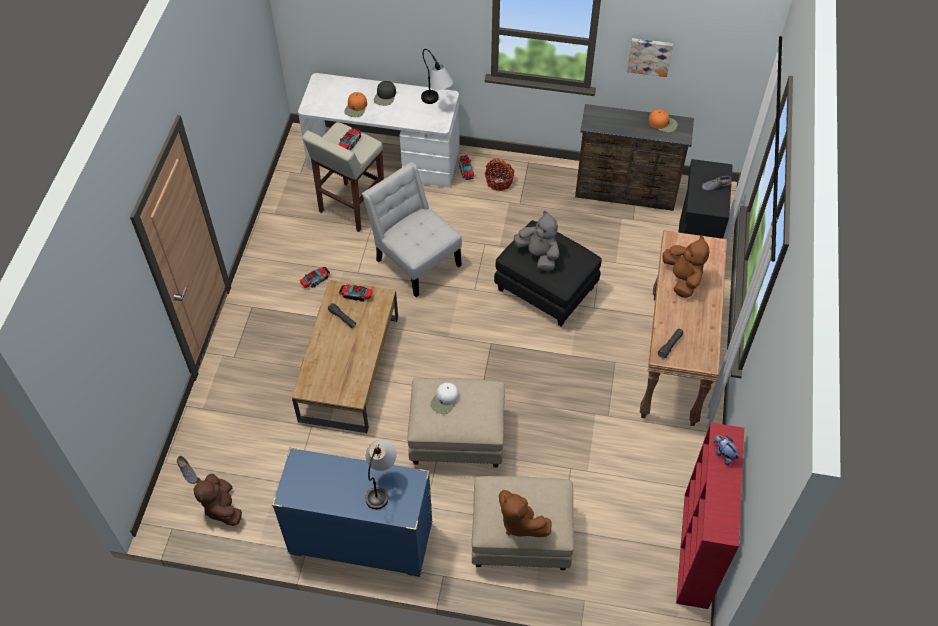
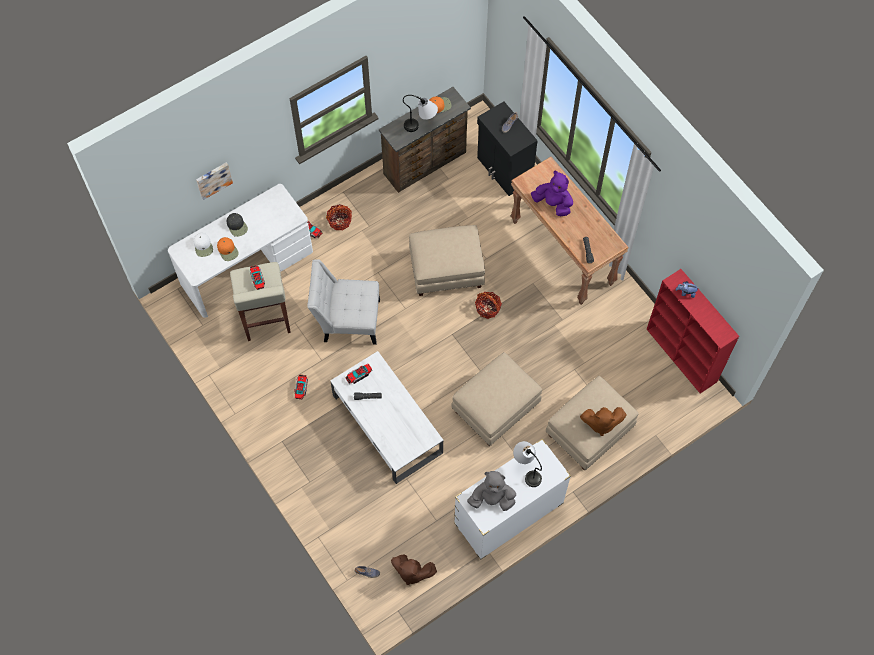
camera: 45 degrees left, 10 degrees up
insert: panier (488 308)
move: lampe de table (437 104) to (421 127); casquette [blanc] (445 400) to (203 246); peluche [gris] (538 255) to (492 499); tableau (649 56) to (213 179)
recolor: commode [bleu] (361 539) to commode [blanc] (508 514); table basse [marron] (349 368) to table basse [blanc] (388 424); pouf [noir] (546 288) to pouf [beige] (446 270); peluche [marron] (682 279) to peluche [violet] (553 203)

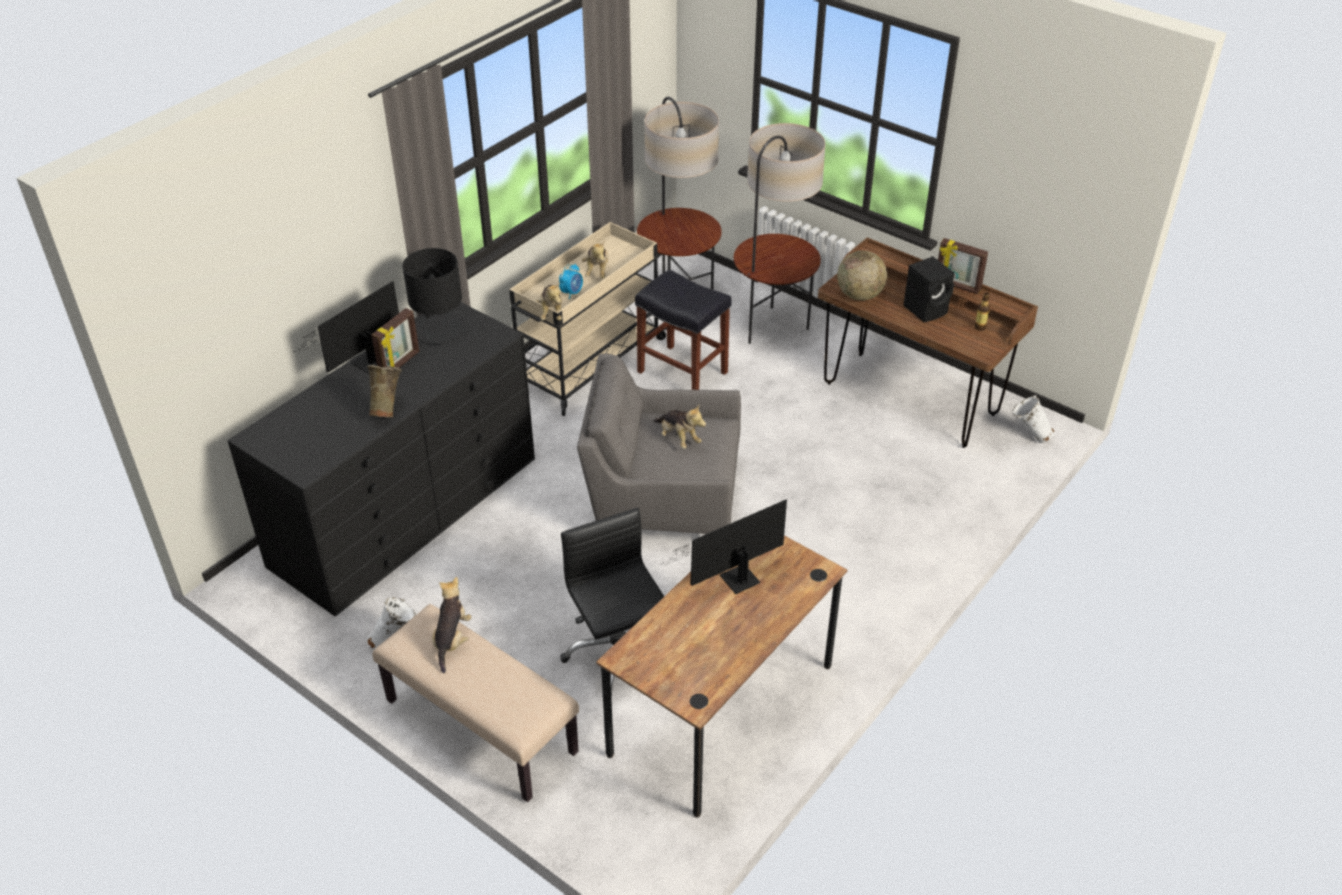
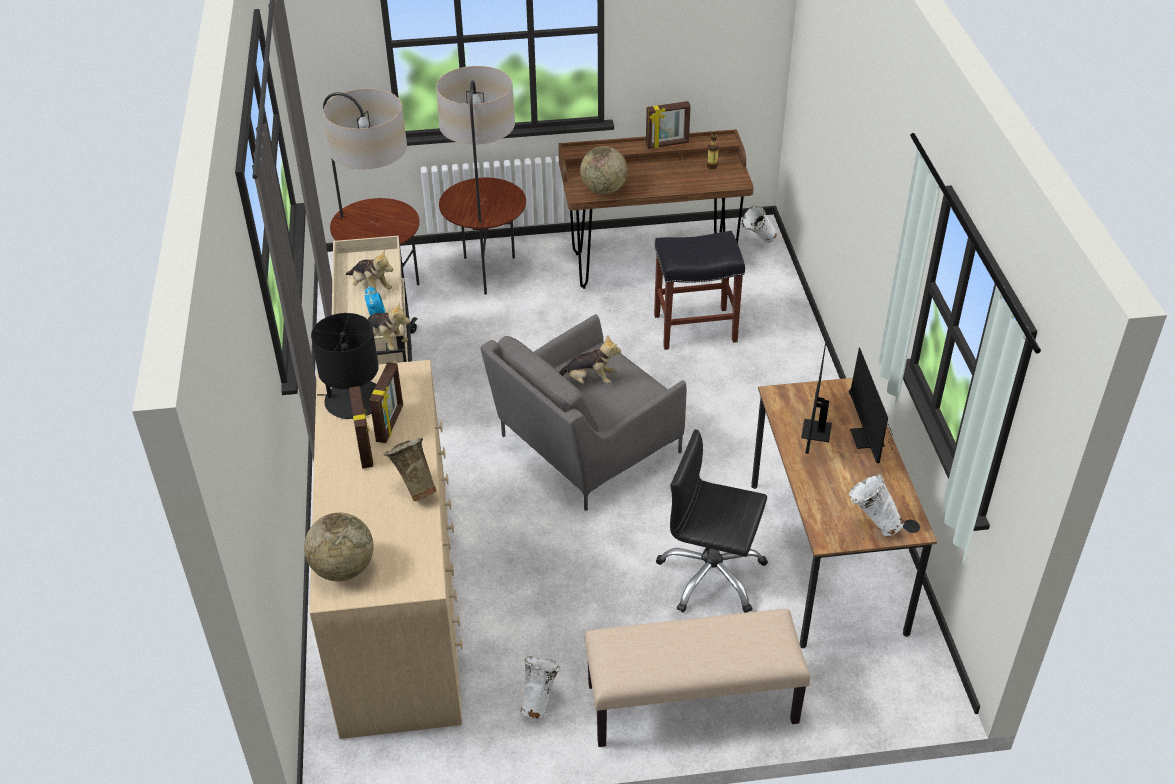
camera: 45 degrees left, 0 degrees up
delete: peluche (452 640); enceinte [noir] (926 309)
insert: globe (343 569); cadre photo (390 424); vase [blanc] (871 526)
move: écran d'ordinateur (365 364) to (867 441); tabouret [noir] (681 372) to (694 329)
recolor: commode [noir] (406 511) to commode [beige] (397 601)

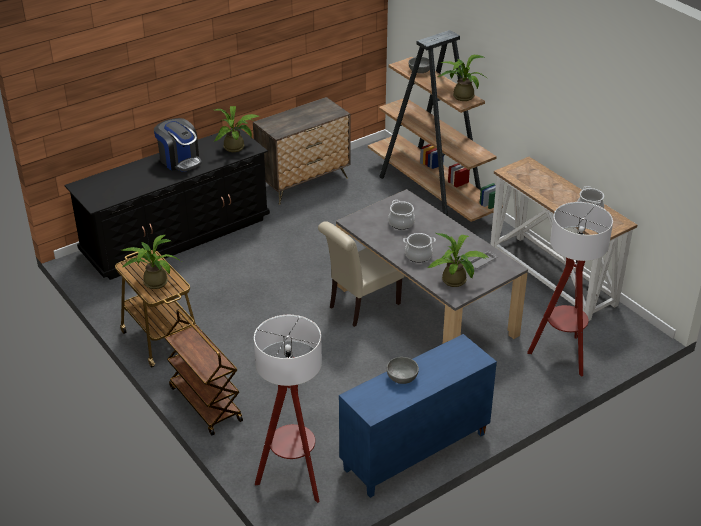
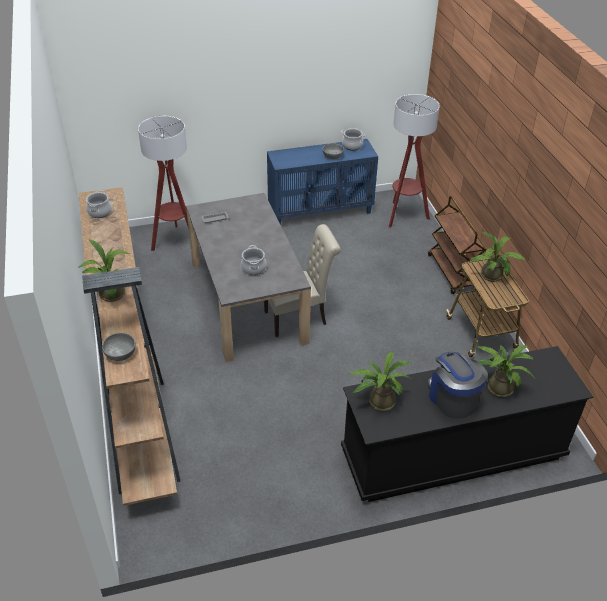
camera: 160 degrees left, 5 degrees up
delete: commode (304 182)
move: marmite (418 255) to (352 146); plante en pot (457 282) to (497 386)

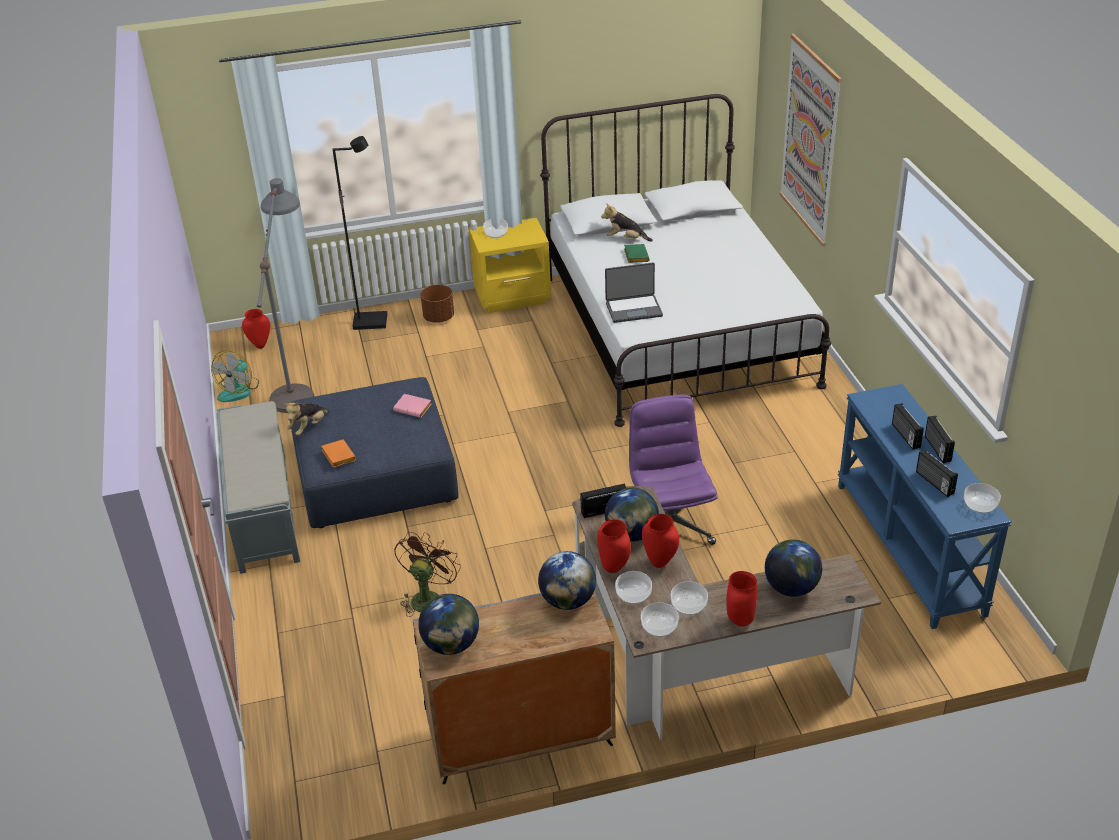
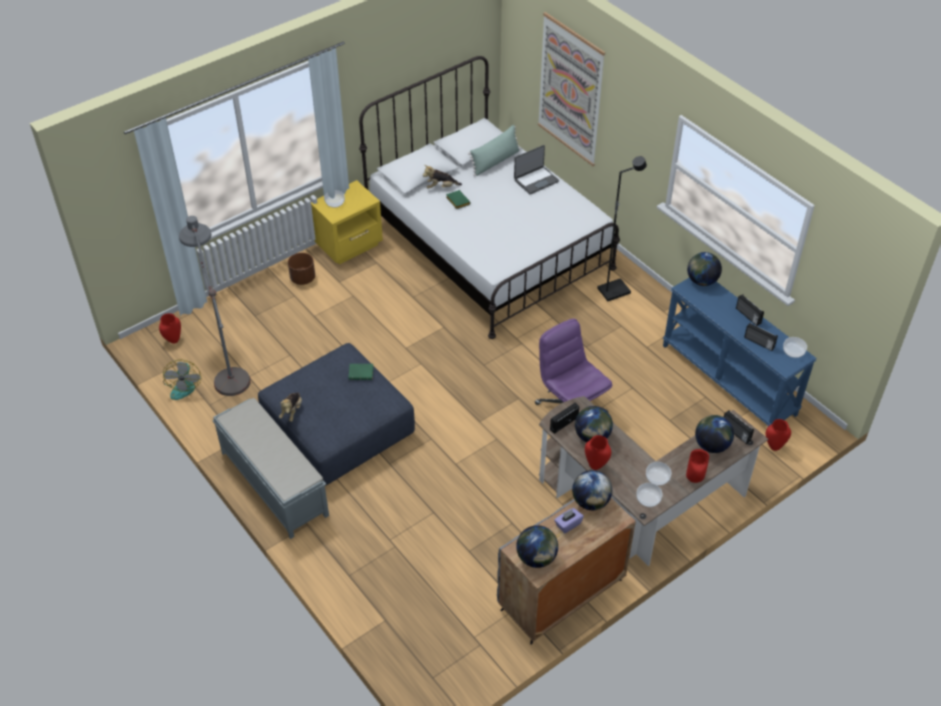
camera: 25 degrees left, 10 degrees up
delete: livre [orange] (337 456); ventilateur [marron] (428 597); bol (633 595)
insert: coussin [vert] (495 161); boîte à mouchoirs [violet] (568 524); globe (701 281)
move: lampadaire [noir] (371 322) to (613 290); ordinateur portable (633 309) to (535 180); vase [rouge] (659 563) to (774 447); radio (905 436) to (735 433)
recolor: livre [rose] (414 408) to livre [vert] (362 373)

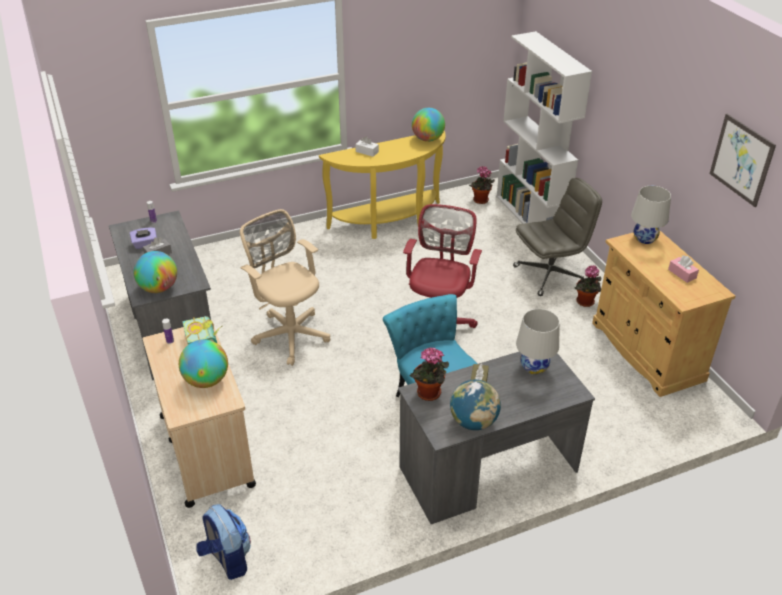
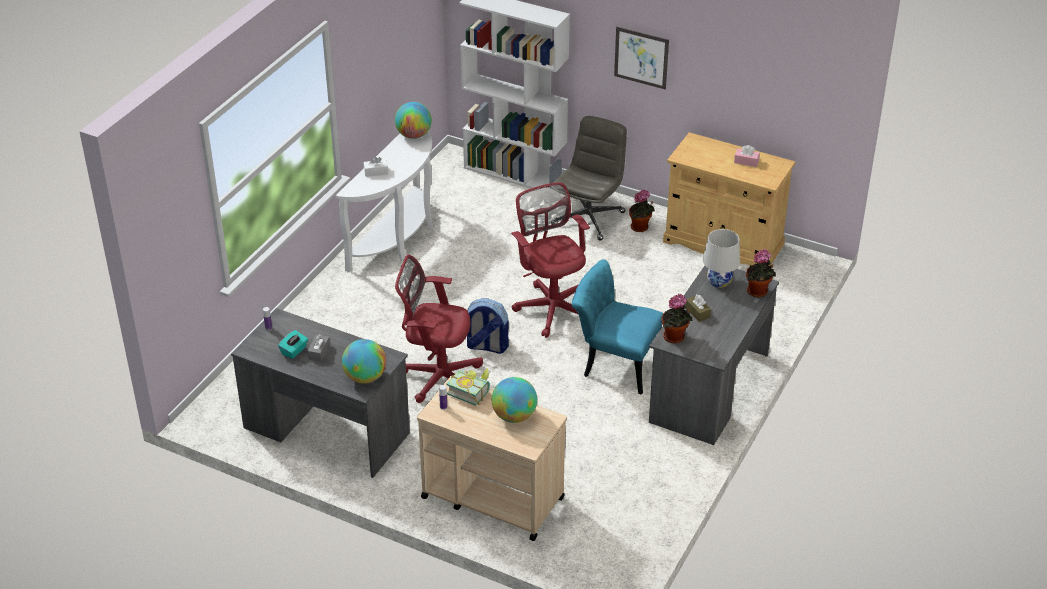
camera: 40 degrees left, 0 degrees up
delete: globe (473 422); lampe de table [blanc] (645 238)
move: sac à dos (227 559) to (486 346); plante en pot (480 201) to (758 292); tableau (741 160) to (641 57)
recolor: boîte à mouchoirs [violet] (145 244) to boîte à mouchoirs [turquoise] (294 351); chaise de bureau [beige] (289 333) to chaise de bureau [rouge] (438 378); table console [jaune] (389 223) to table console [blanc] (398 238)

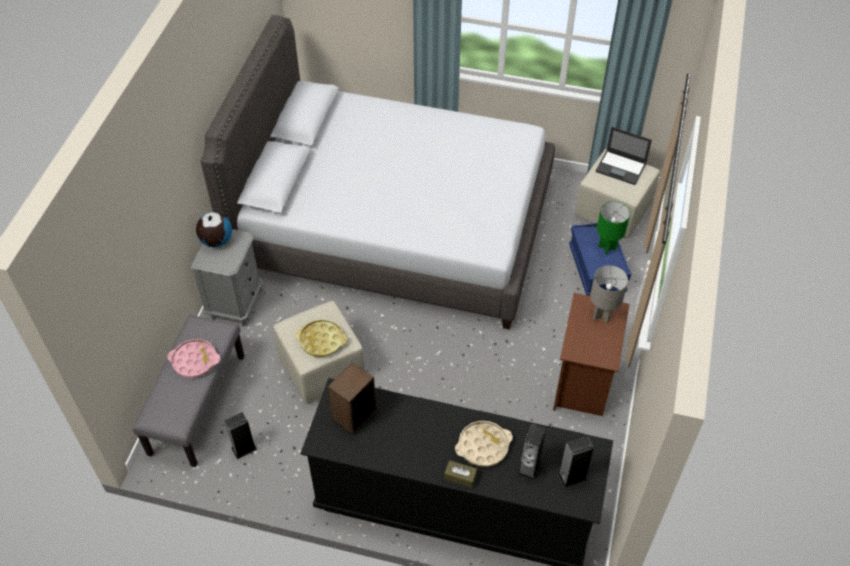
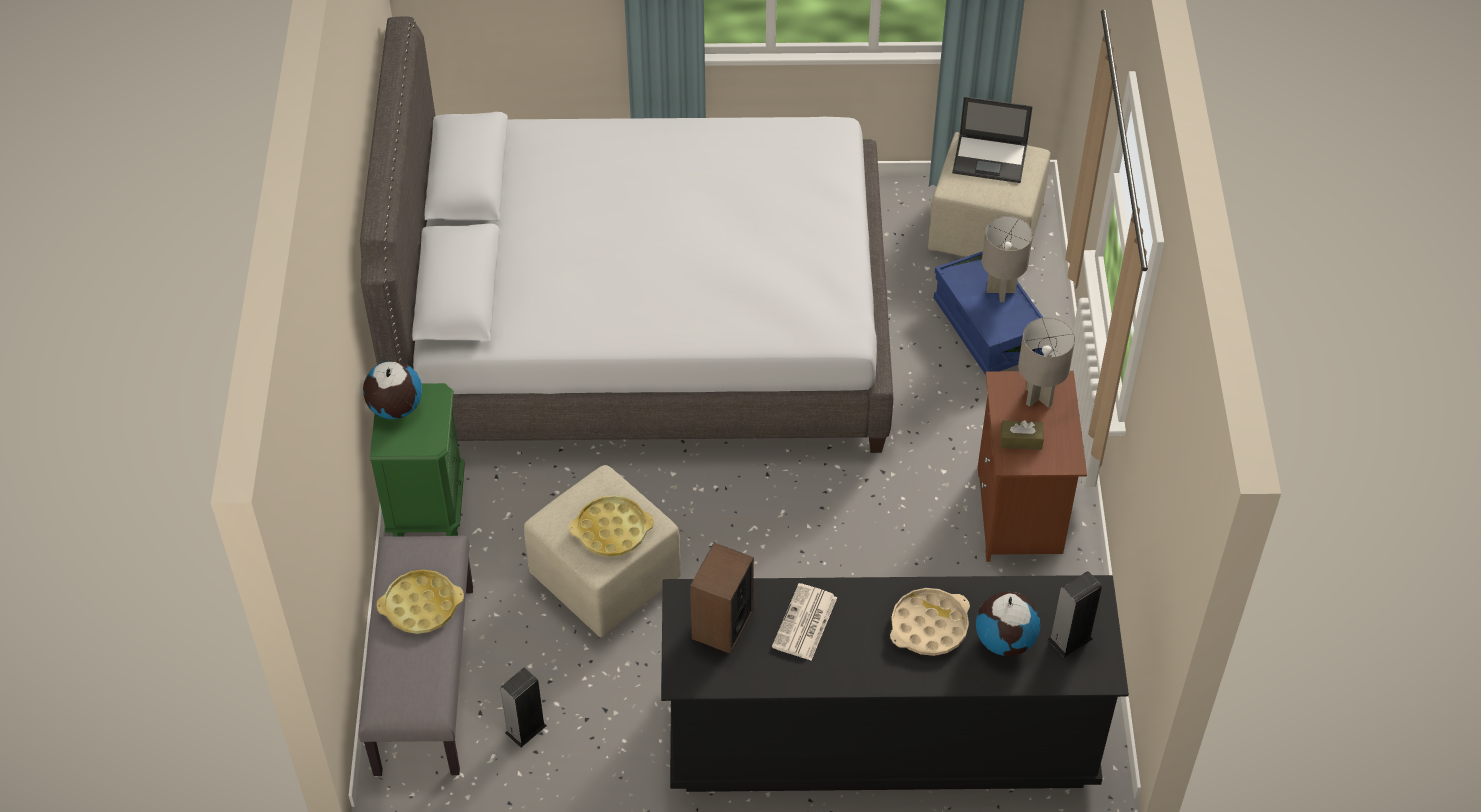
camera: 15 degrees left, 0 degrees up
insert: journal (805 623)
move: boîte à mouchoirs [marron] (460 477) to (1021 440)
replace: enceinte (529 467) to globe (1005 640)
recolor: plateau [rose] (195 361) to plateau [jaune] (421 606); table de chevet [gris] (236 303) to table de chevet [vert] (427 506); lampe de table [vert] (607 247) to lampe de table [gris] (1000 291)

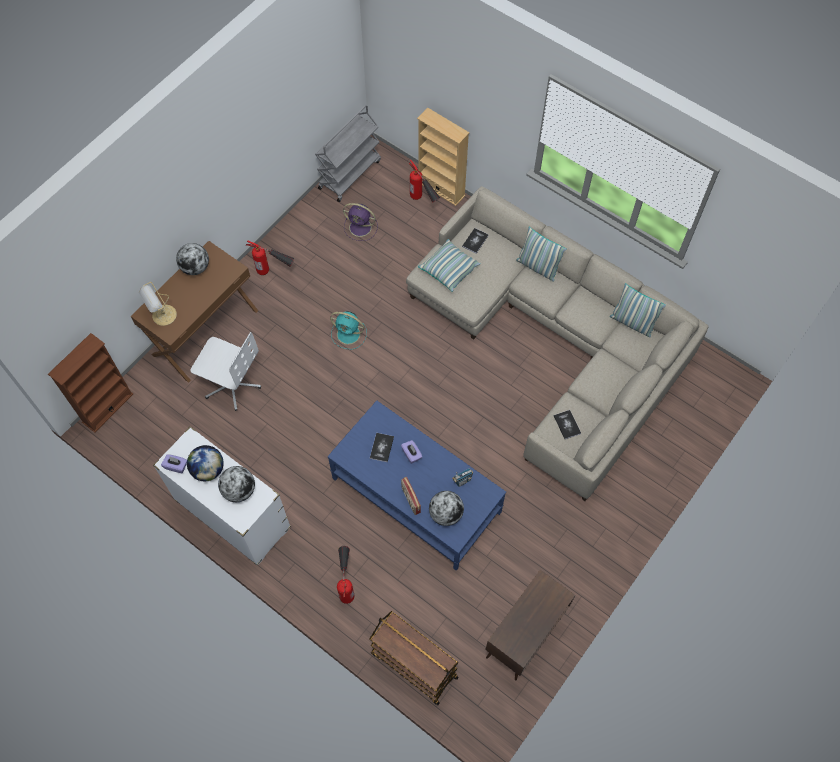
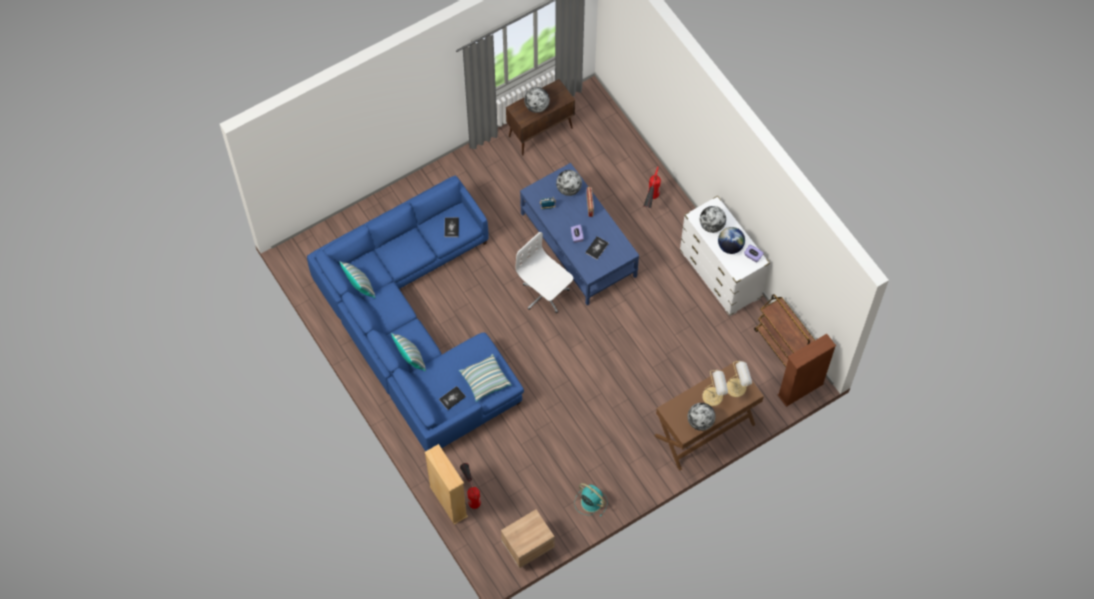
camera: 160 degrees left, 0 degrees up
delete: extincteur (274 272); ventilateur [violet] (361 227)
insert: globe (537 106); lampe de table (713 396)
move: chaise de bureau [blanc] (232 384) to (545 294); ventilateur [turquoise] (349 334) to (590 501); chariot [marron] (413 665) to (783 347)
replace: chariot [gris] (349 174) to table de chevet [beige] (527 547)
recolor: canapé [beige] (555 340) to canapé [bleu] (417 326)

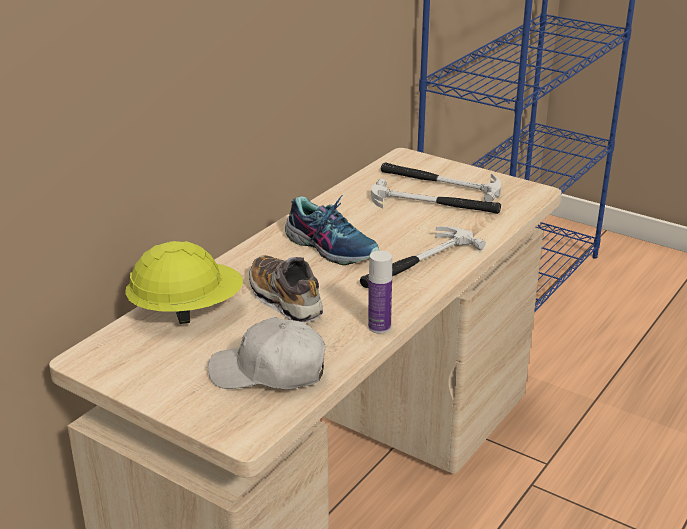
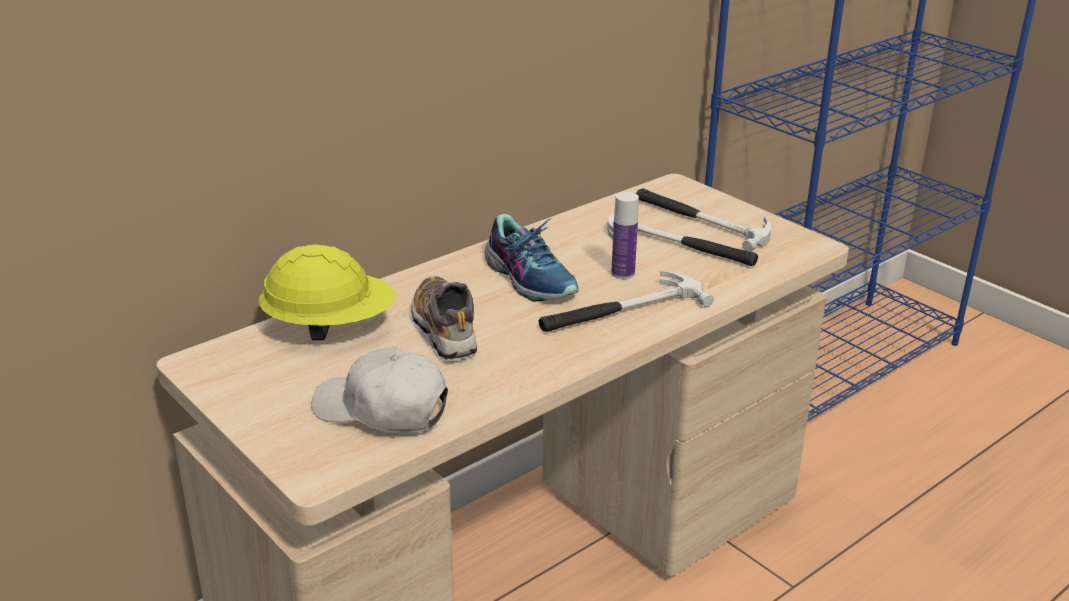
camera: 15 degrees right, 0 degrees up
move: bouteille (379 327) to (623 273)

